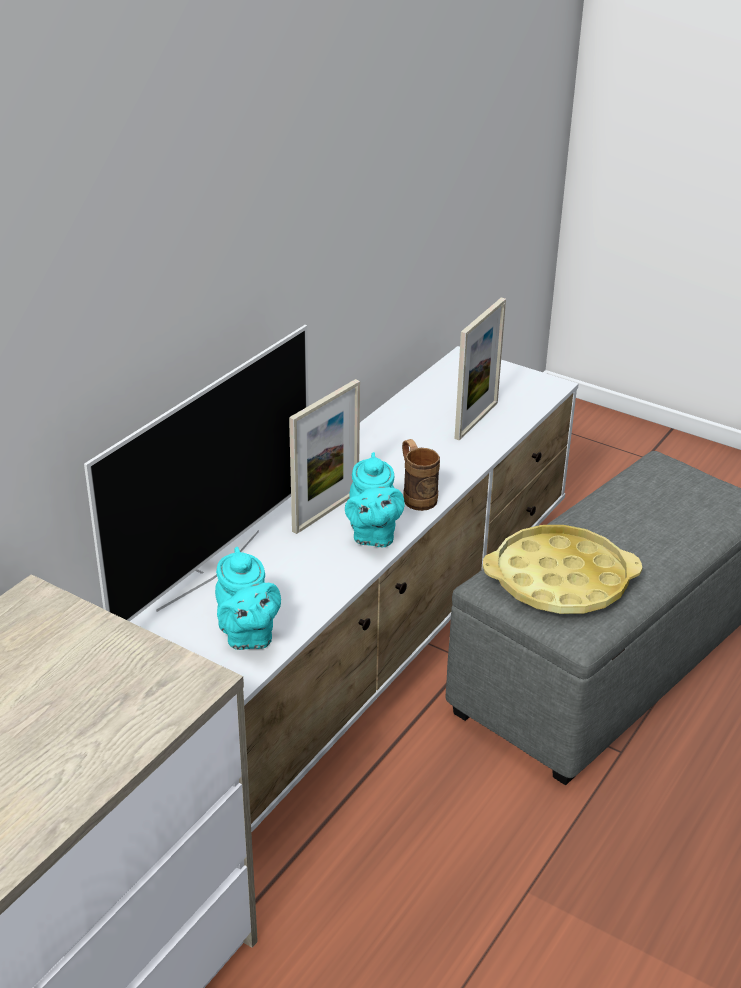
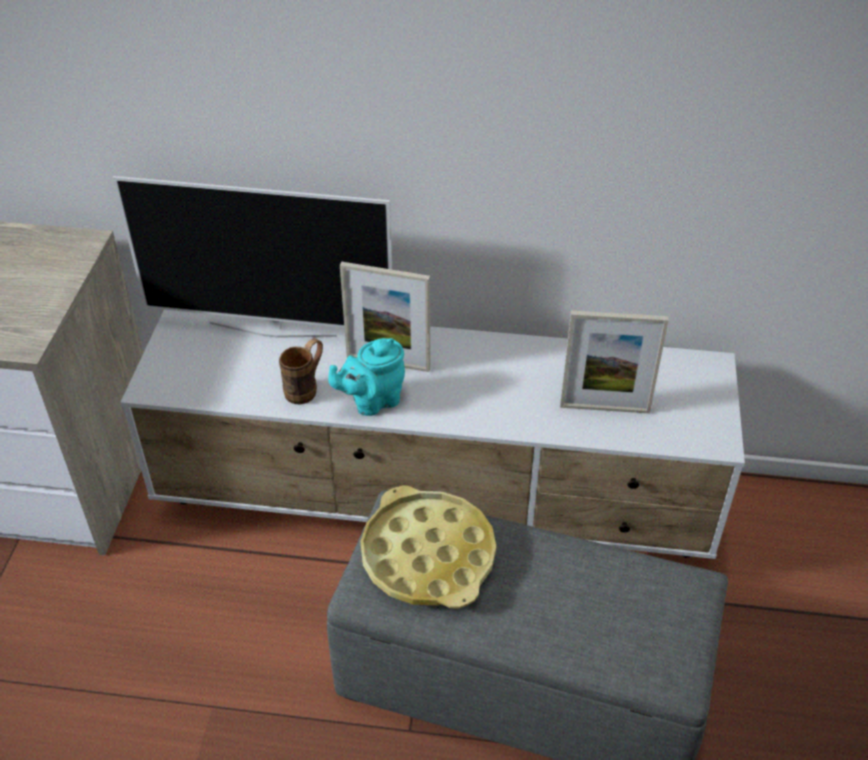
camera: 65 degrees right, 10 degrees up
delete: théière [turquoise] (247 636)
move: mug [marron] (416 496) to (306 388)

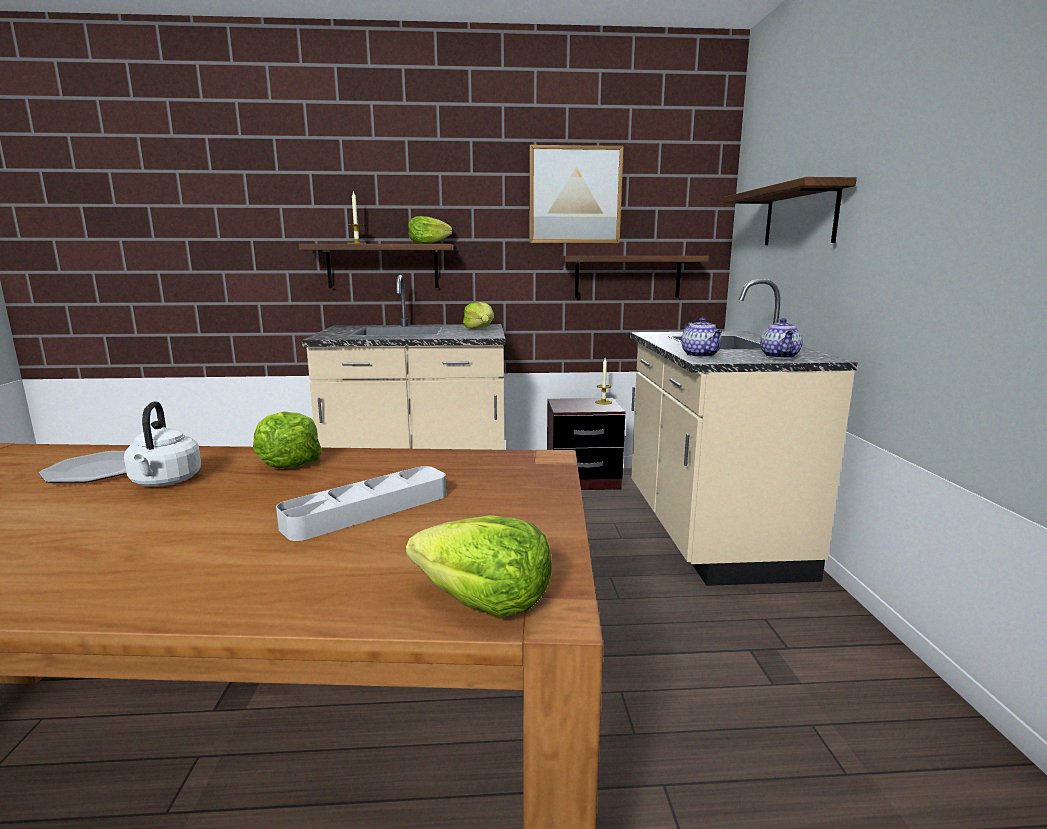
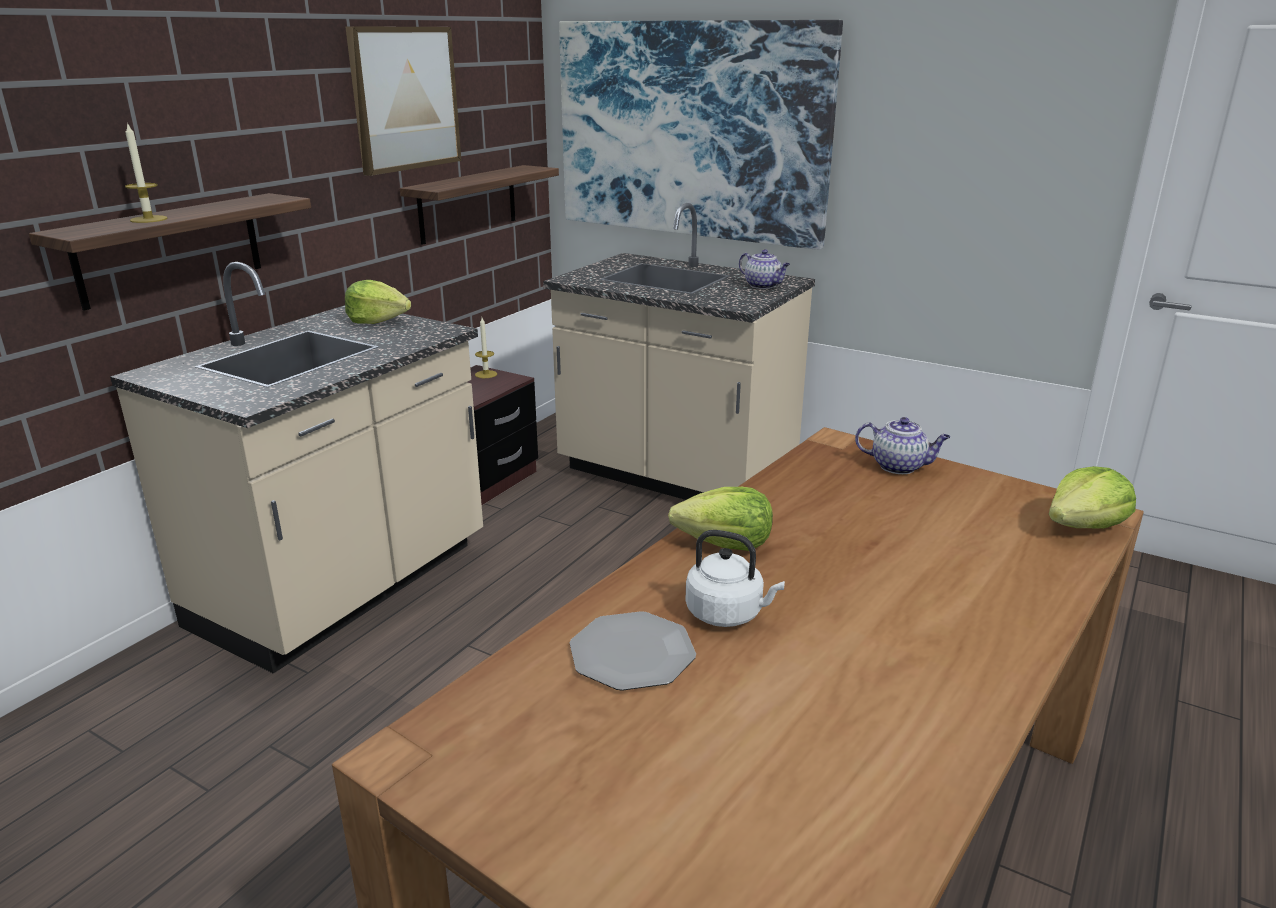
camera: 55 degrees left, 10 degrees up
delete: plateau [gris] (368 510); laitue (428 243)
move: théière (701 355) to (899 466)
replace: étagère (800 216) to tableau (690 131)

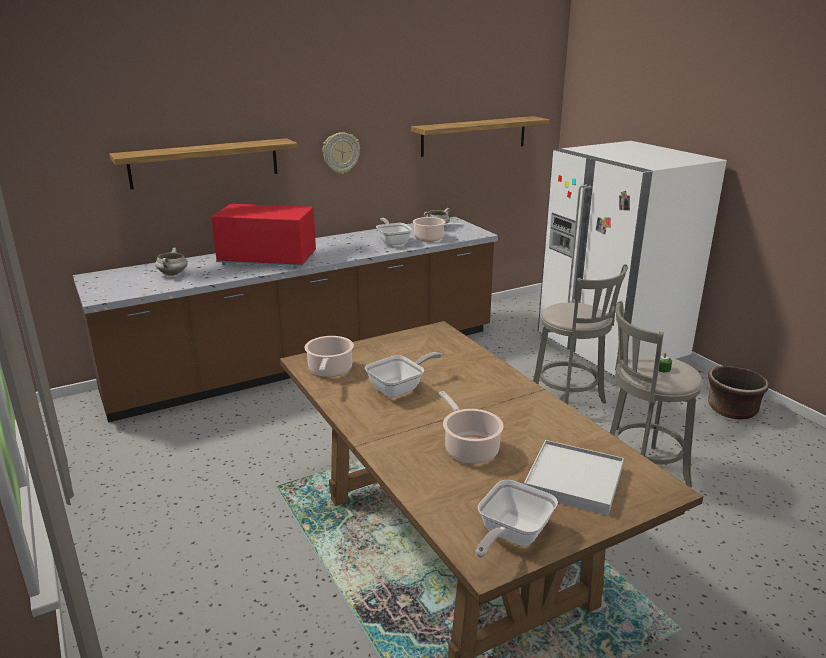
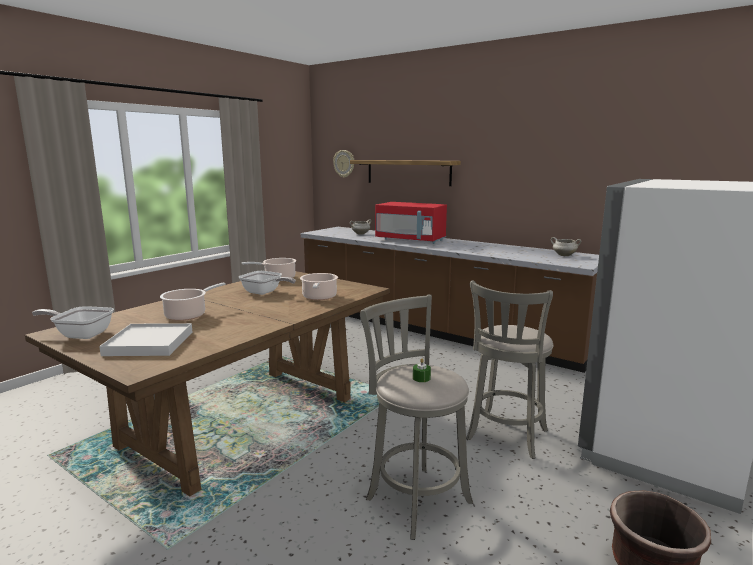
camera: 65 degrees right, 10 degrees down
delete: poêle (393 242); étagère (474 136)
move: horloge murale (340 153) to (344 163); marmite (431 238) to (319 297)
rotate: micro-ondes [rouge] (267 260) = (410 240) 135 degrees clockwise

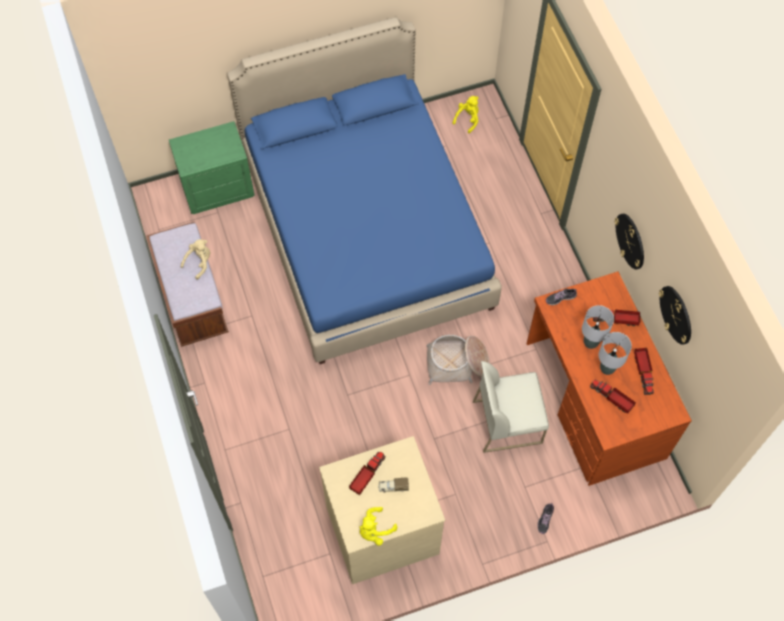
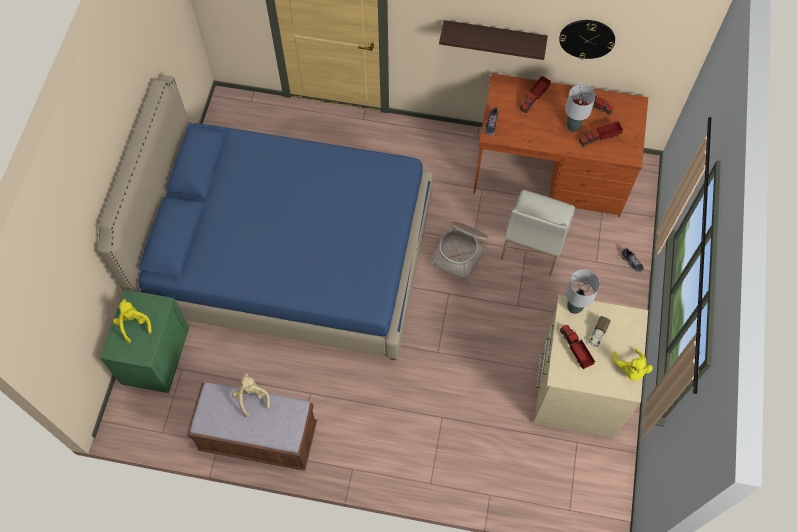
camera: 60 degrees left, 0 degrees up
move: peluche [jaune] (467 119) to (134 324); lampe de table [gris] (591 343) to (574 307)
replace: horloge murale (630 241) to étagère (494 37)

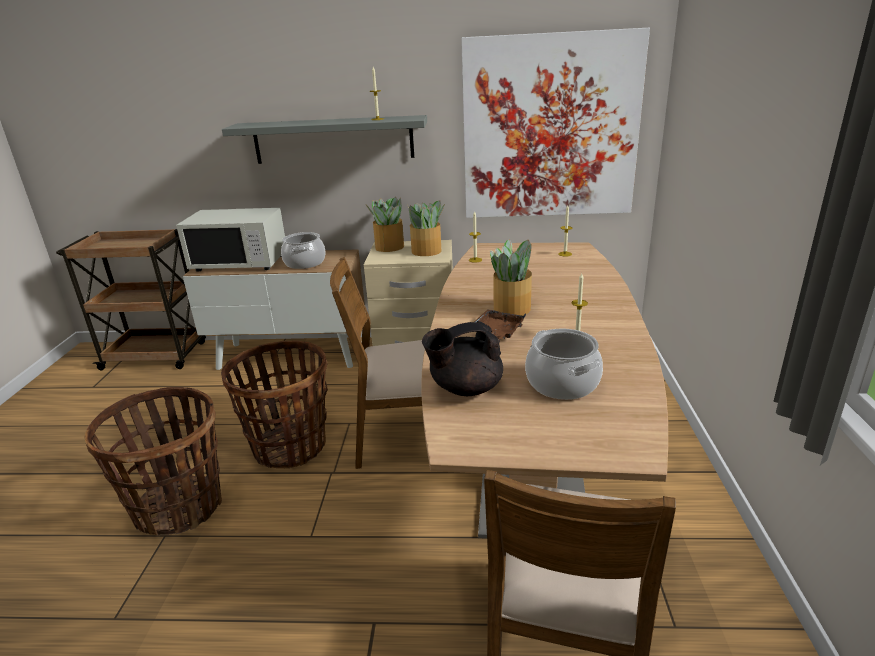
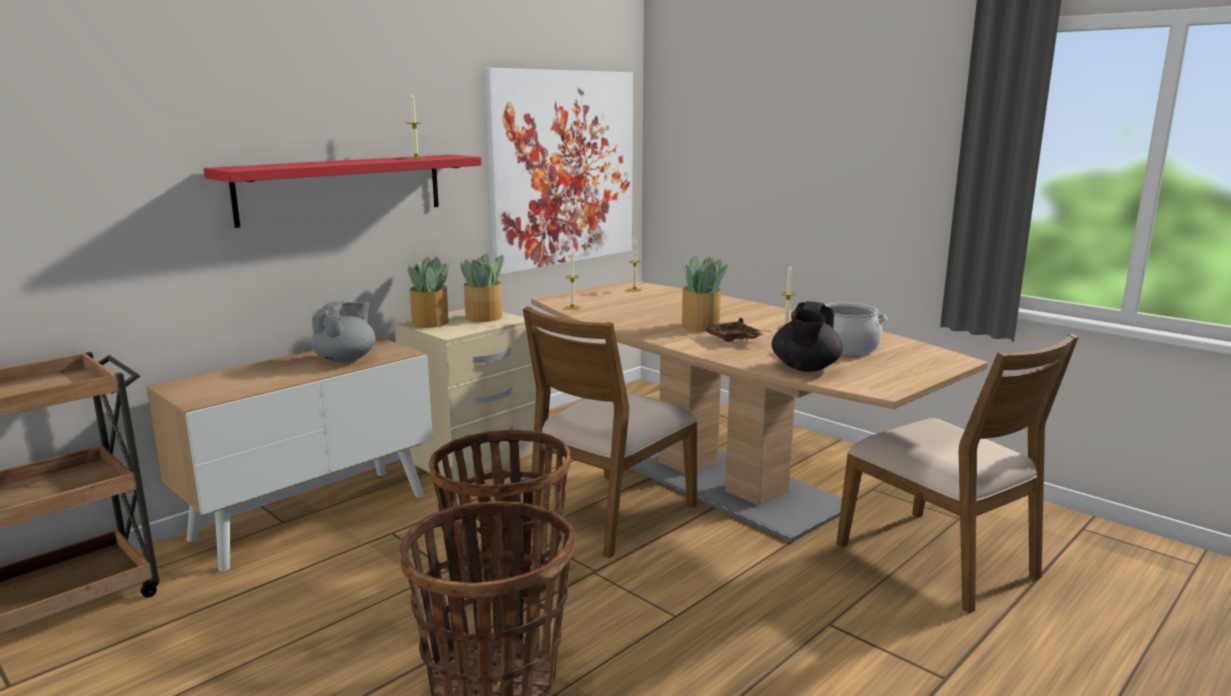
camera: 50 degrees left, 10 degrees down
delete: micro-ondes [blanc] (240 263)
replace: marmite (305 263) to théière [gris] (346 359)
recolor: étagère [gris] (333 140) to étagère [rouge] (342 188)

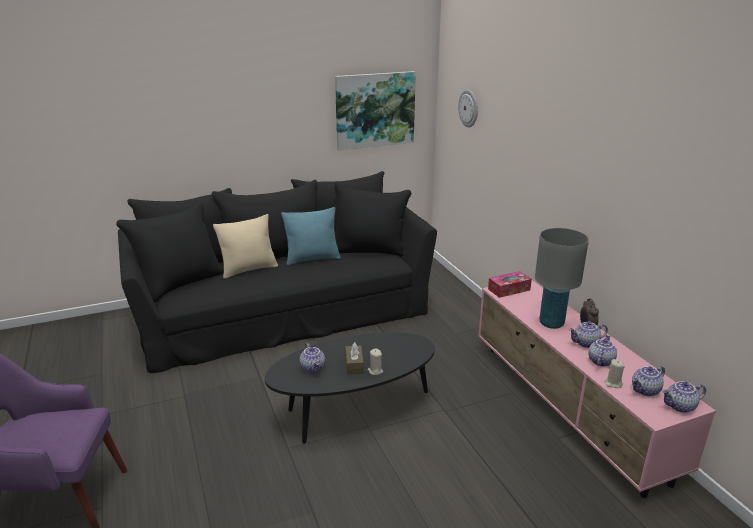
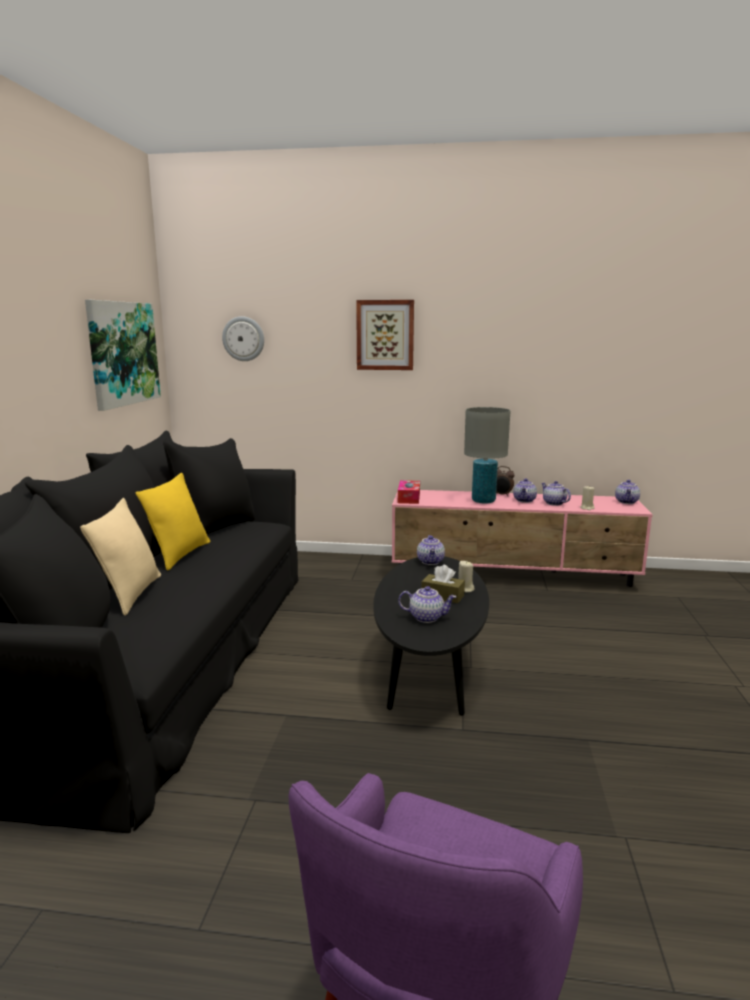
camera: 60 degrees left, 10 degrees down
insert: tableau (385 335)
move: théière (645 391) to (431 562)
recolor: coussin [turquoise] (312 259) to coussin [jaune] (179 555)

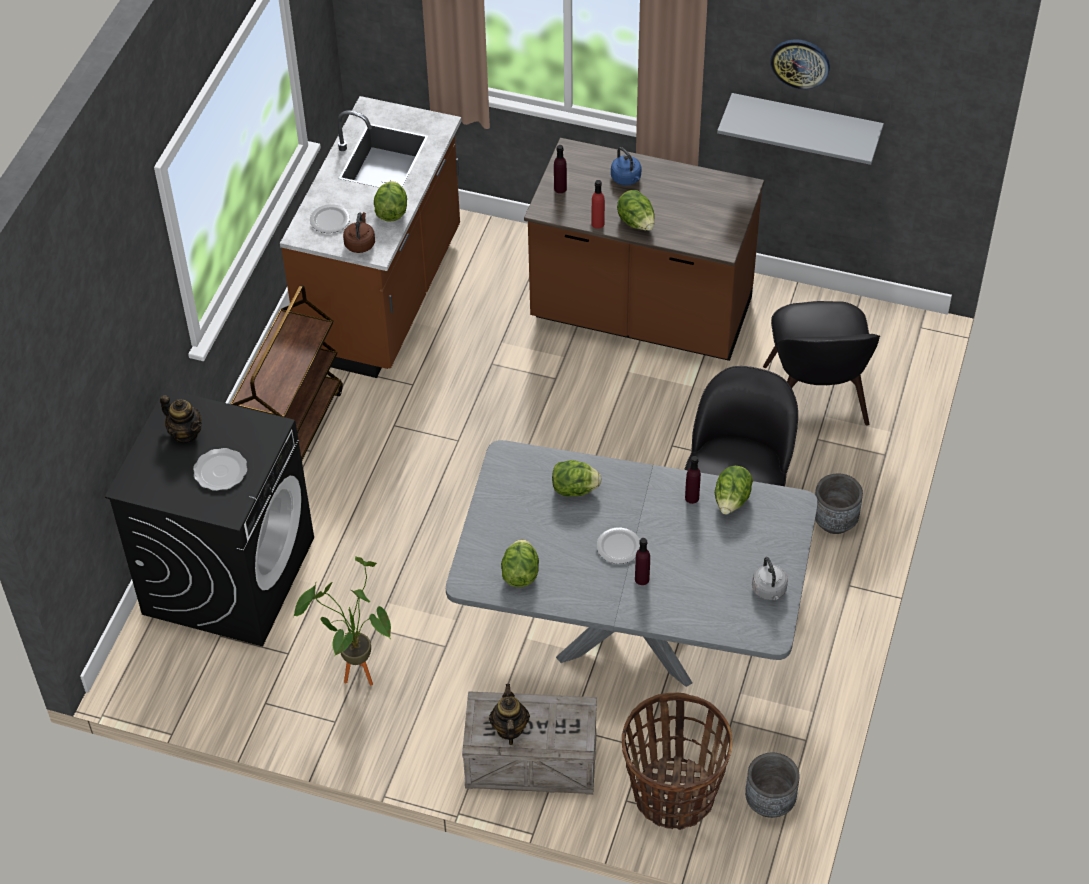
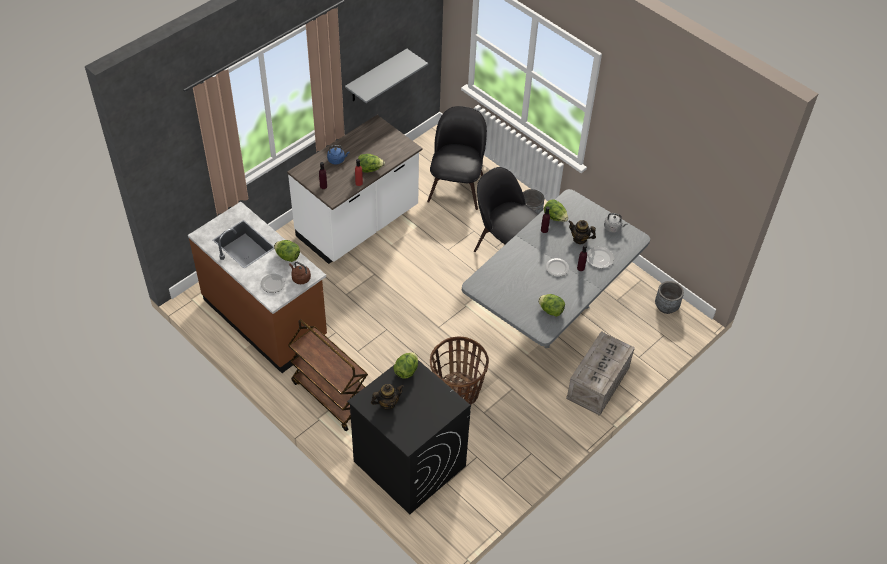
camera: 65 degrees left, 0 degrees up
delete: plante en pot (354 672); horloge murale (800 63)
move: assiette (219 471) to (599 258); théière (509 728) to (580 239); laitue (574 489) to (406 371); panier (673 795) to (457 392)
recolor: comptoir de cuisine [marron] (641 314) to comptoir de cuisine [blanc] (358 224)
rotate: chaise [noir] (816 399) = (456 187) 105 degrees counterclockwise

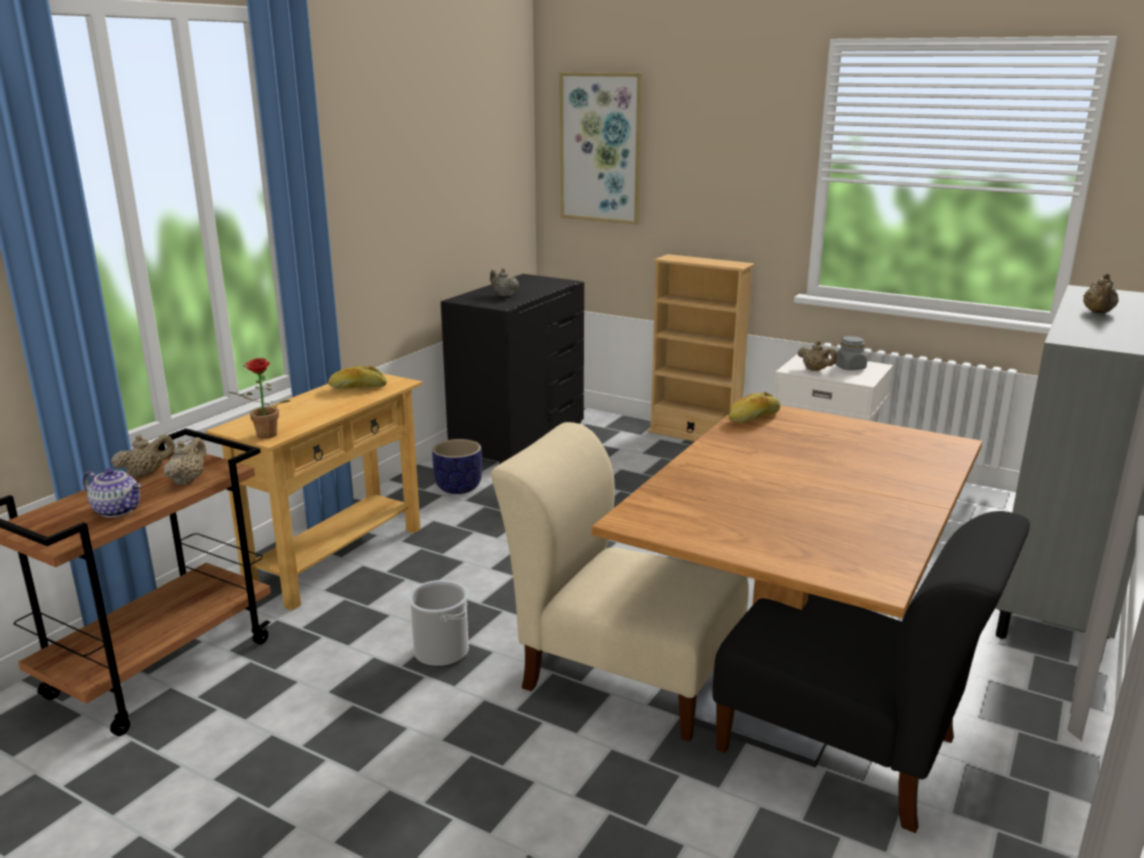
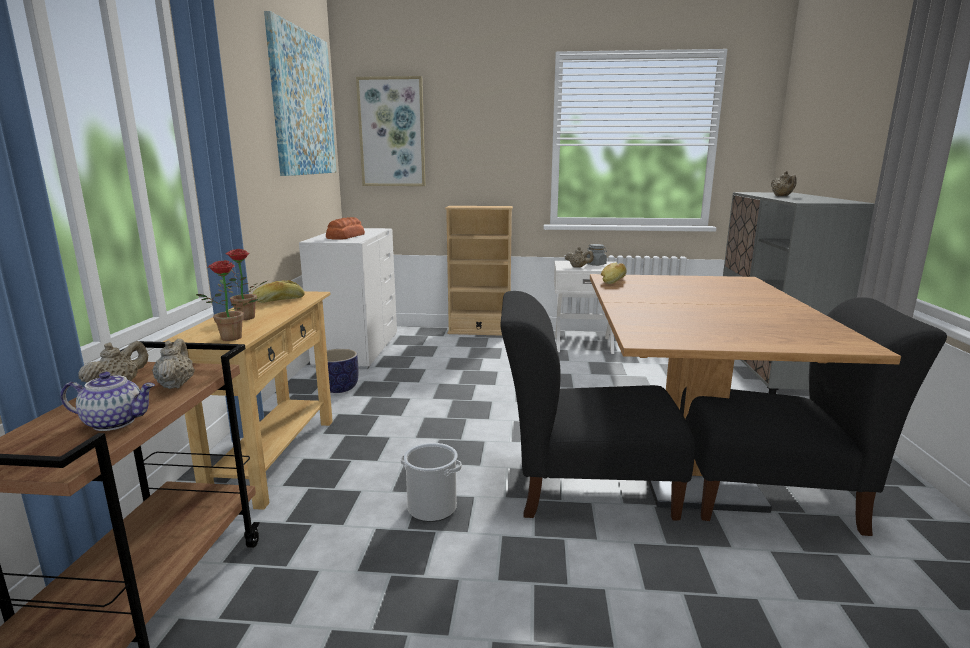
camera: 25 degrees left, 5 degrees down
insert: plante en pot (246 319); tableau (302 103)
replace: théière [beige] (503 295) to pain (345 236)
recolor: commode [noir] (517 436) to commode [blanc] (356 349); chaise [beige] (622 674) to chaise [noir] (585 486)

